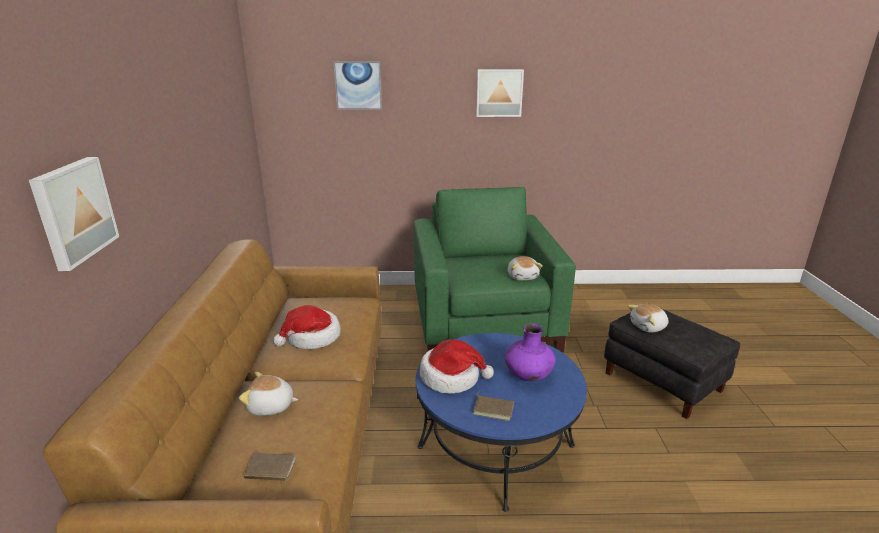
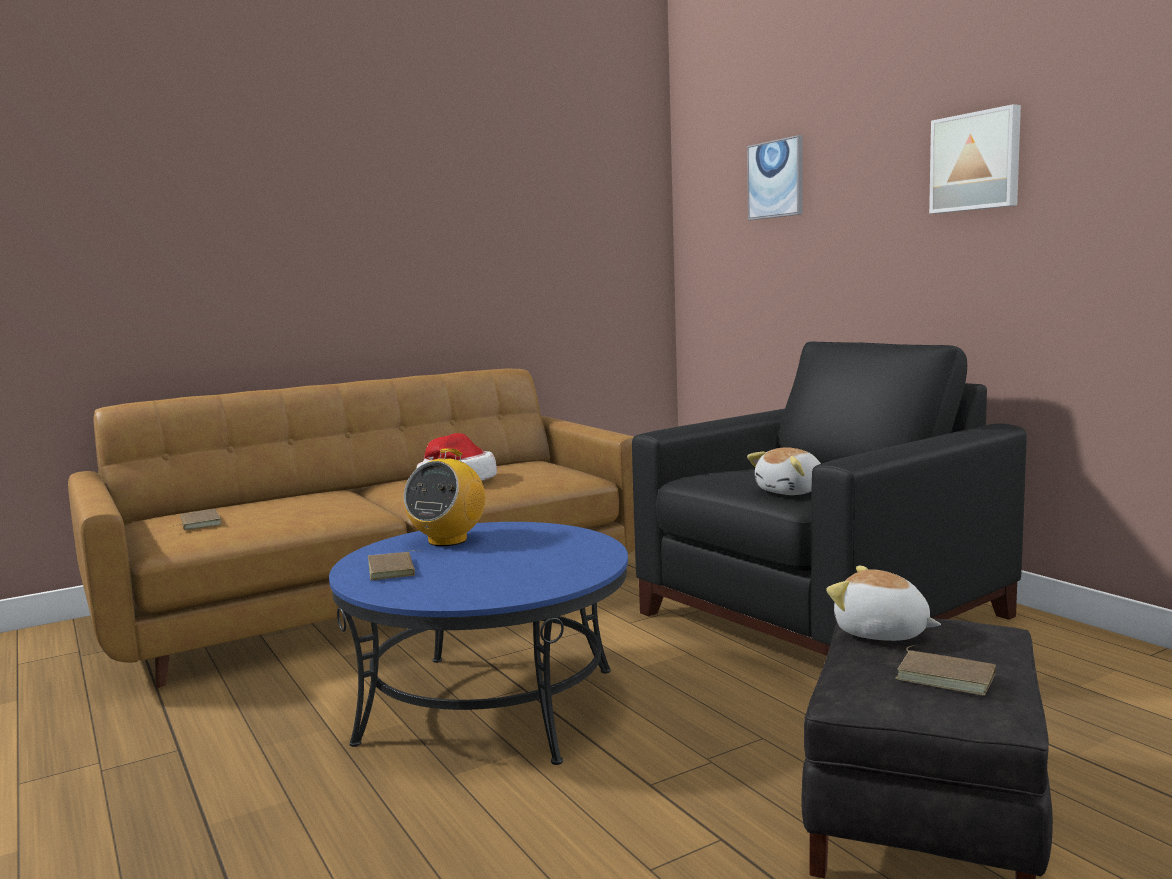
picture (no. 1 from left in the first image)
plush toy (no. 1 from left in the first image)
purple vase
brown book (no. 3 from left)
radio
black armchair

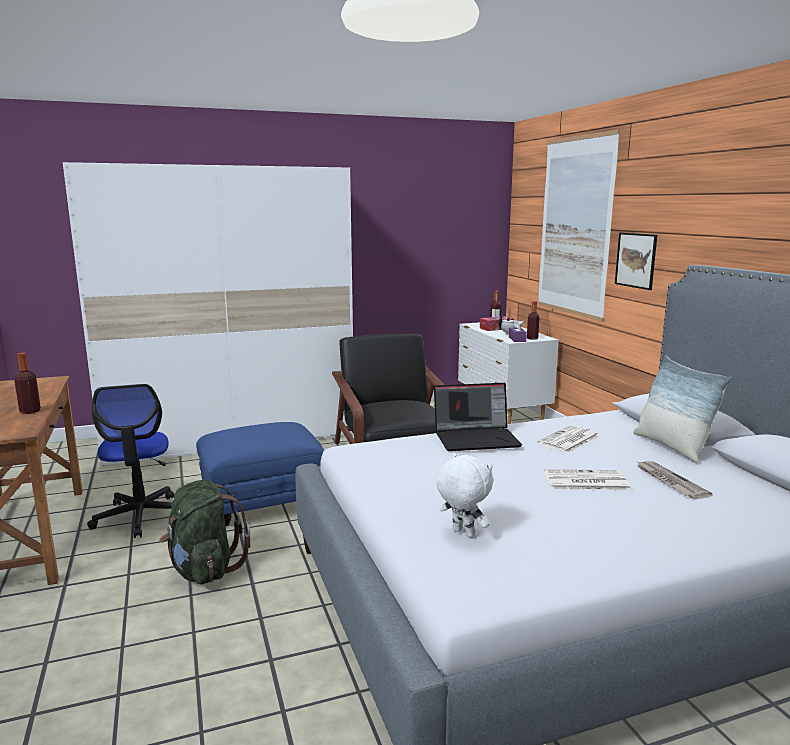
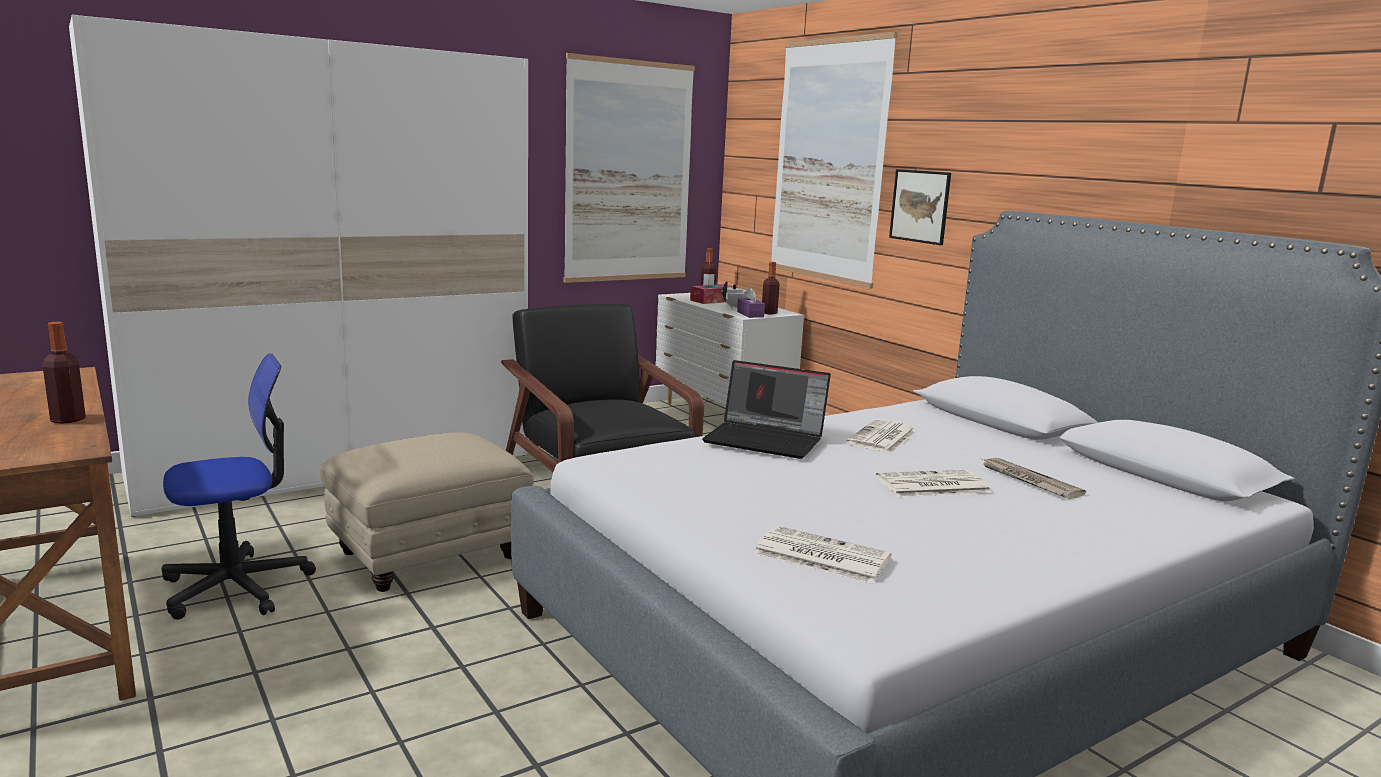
green backpack
pillow
picture (no. 1 from left)
newspaper (no. 1 from left)
beige ottoman
office chair
laptop

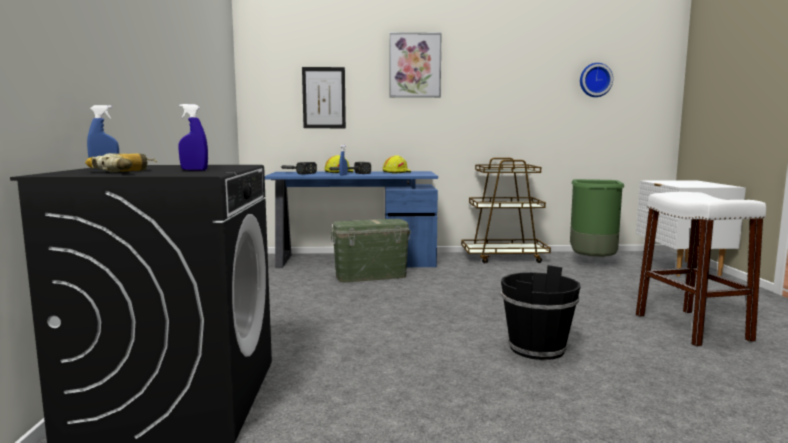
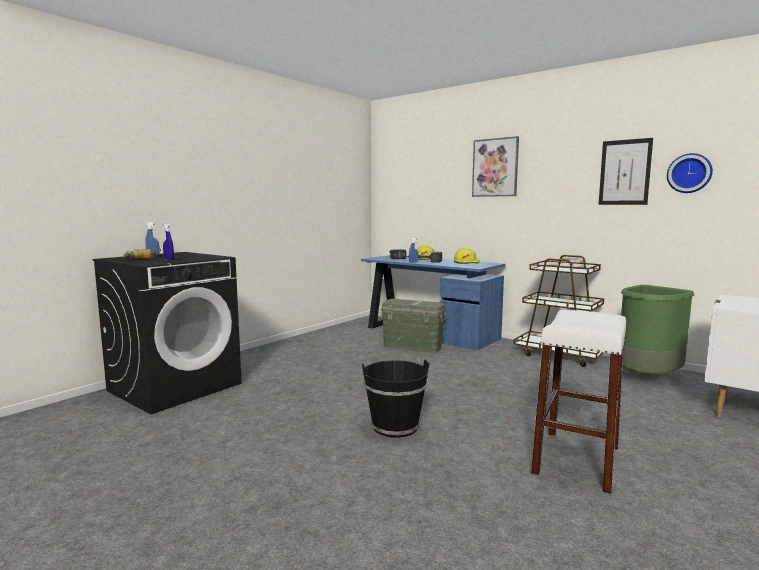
picture (no. 2 from left)

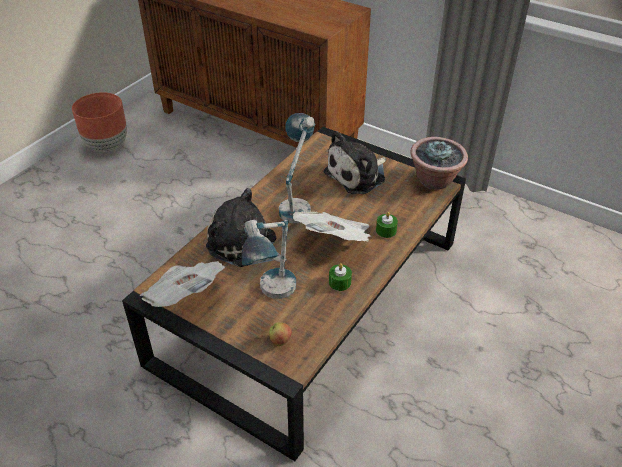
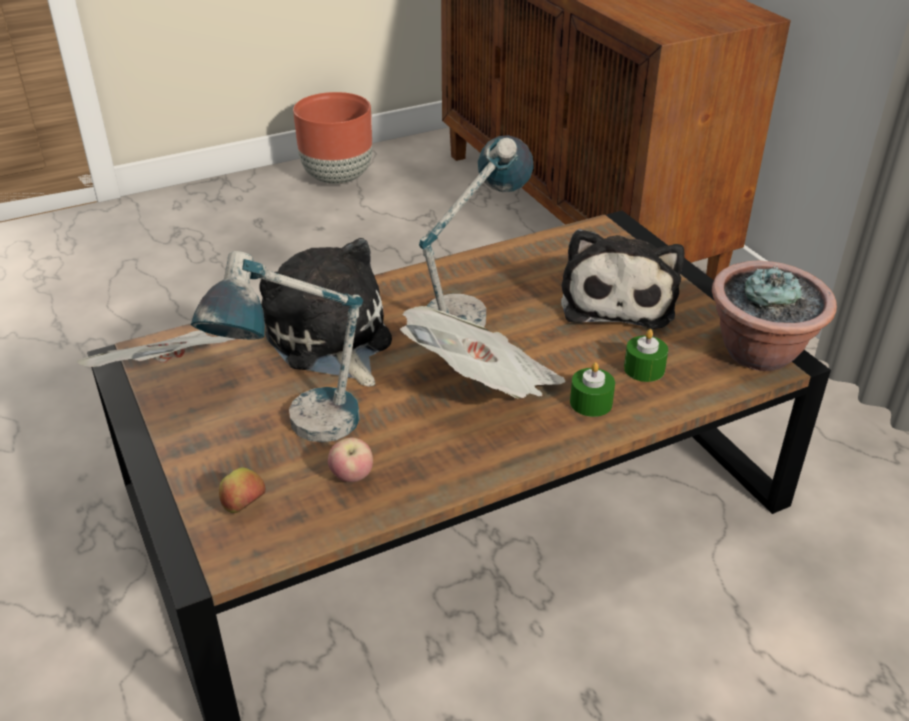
apple (no. 2 from left)
green candle (no. 2 from left)
plush toy (no. 2 from left)

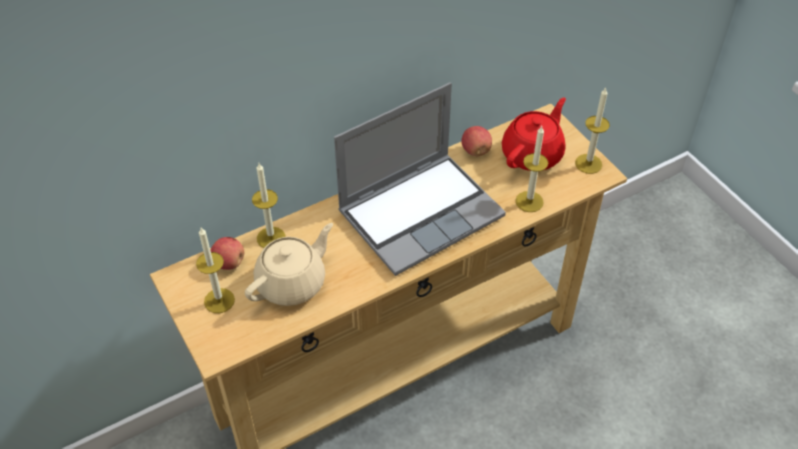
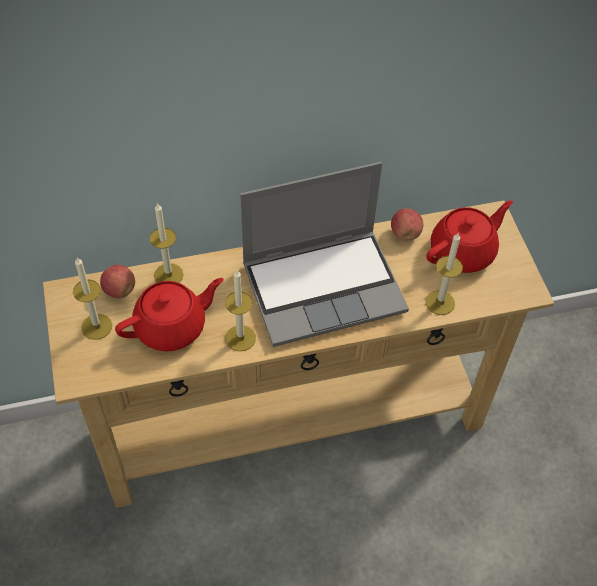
candle (no. 3 from left)
red teapot (no. 1 from left)

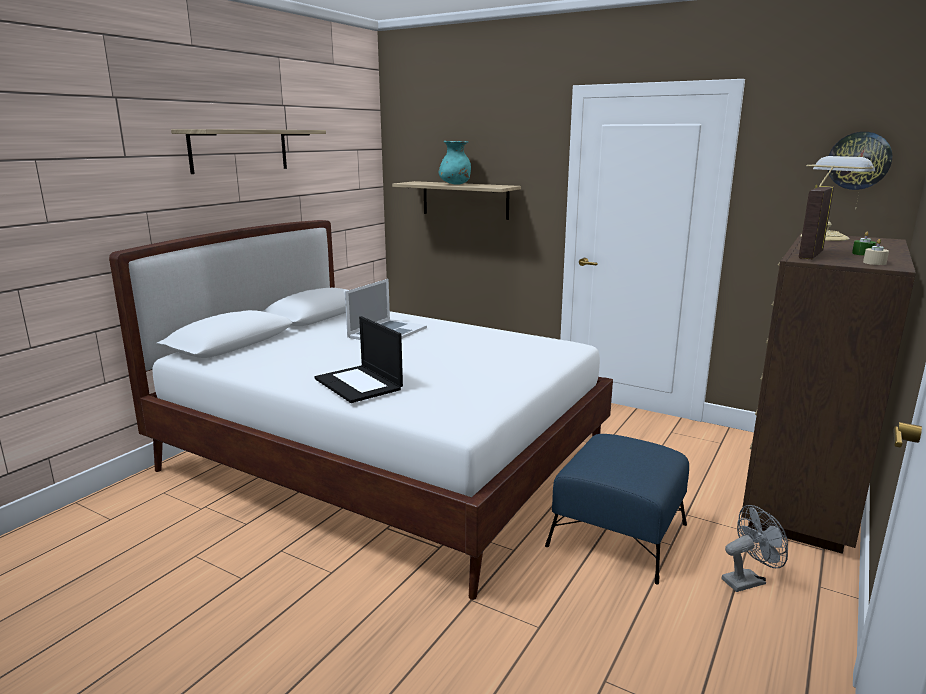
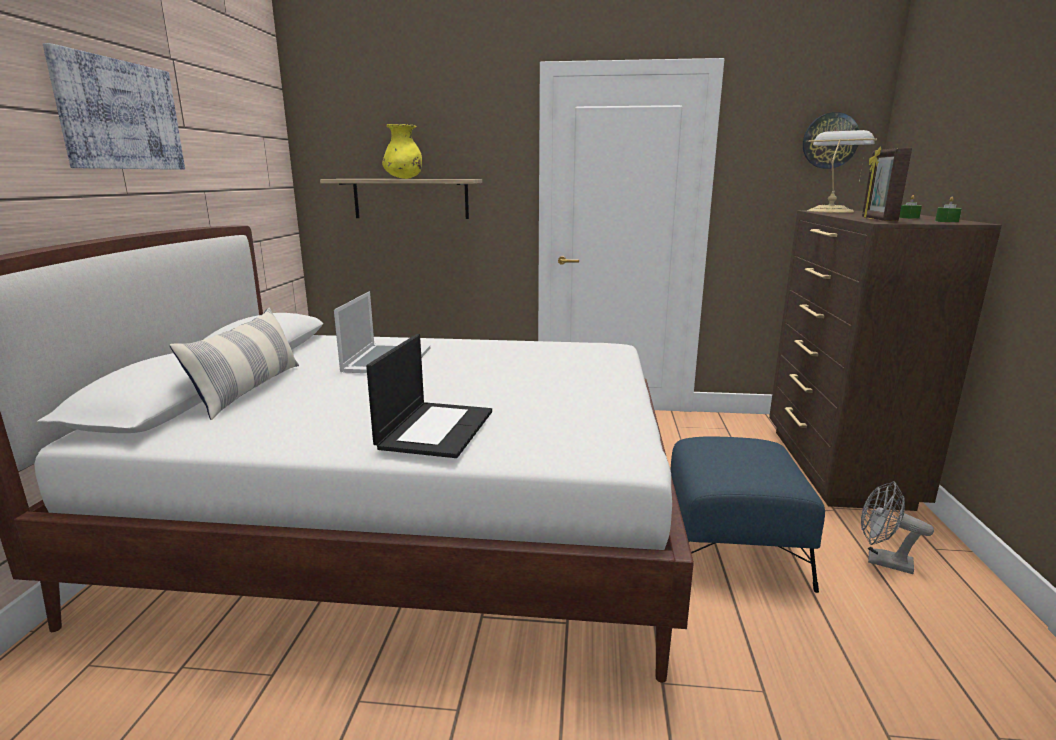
pillow
picture
yellow vase
green candle (no. 2 from left)
laptop (no. 2 from left)
grey fan

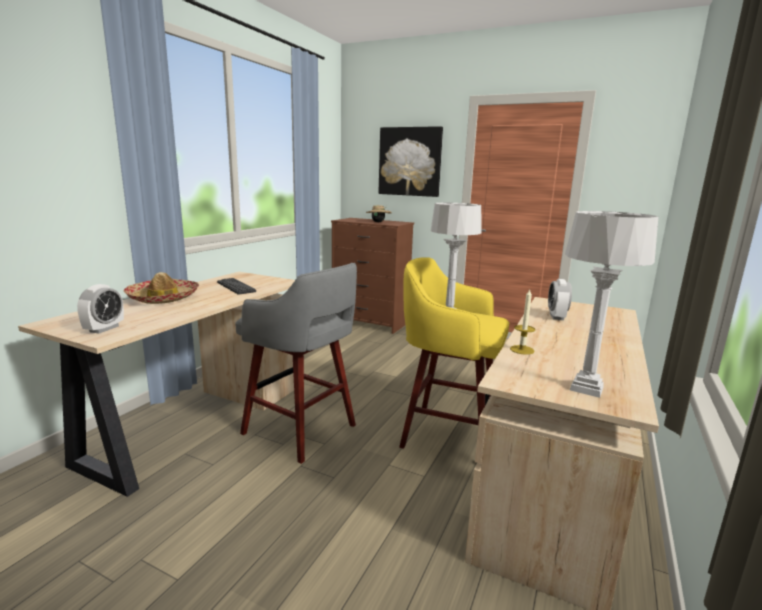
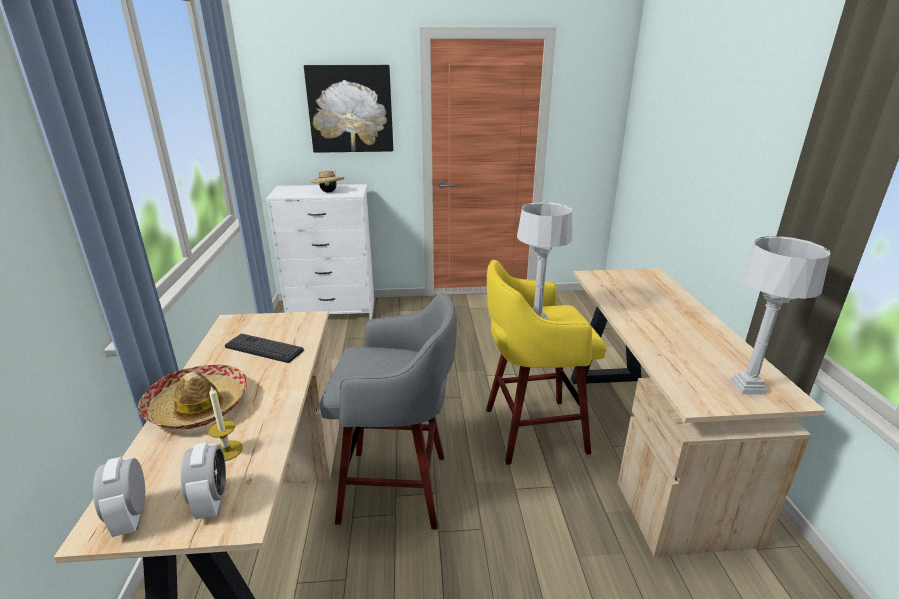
candle
alarm clock (no. 1 from left)
white dresser

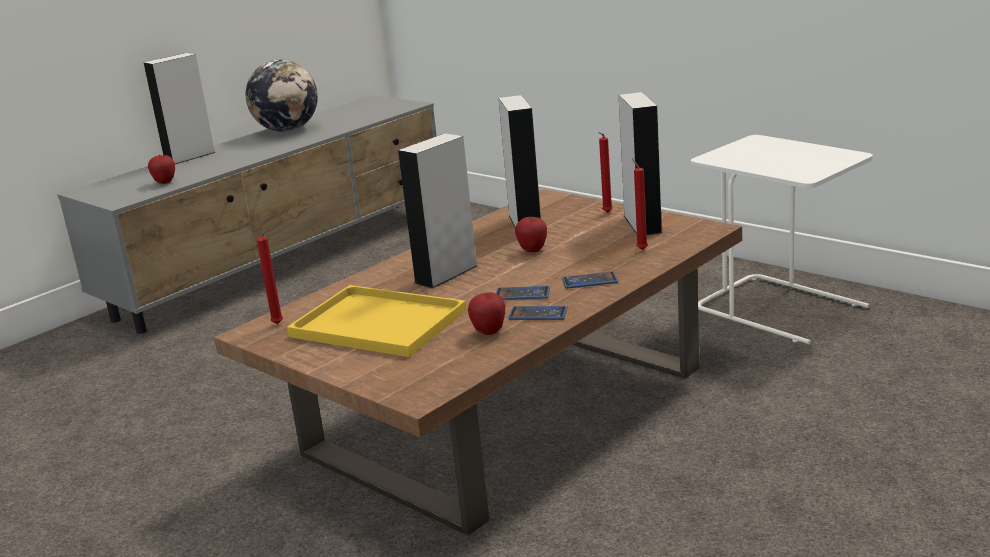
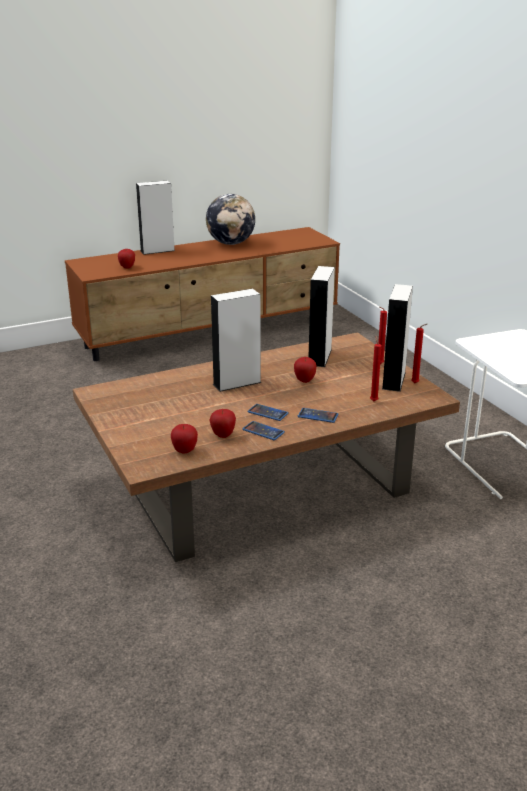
yellow tray
apple (no. 2 from left)
red candle (no. 3 from left)
brown tv stand

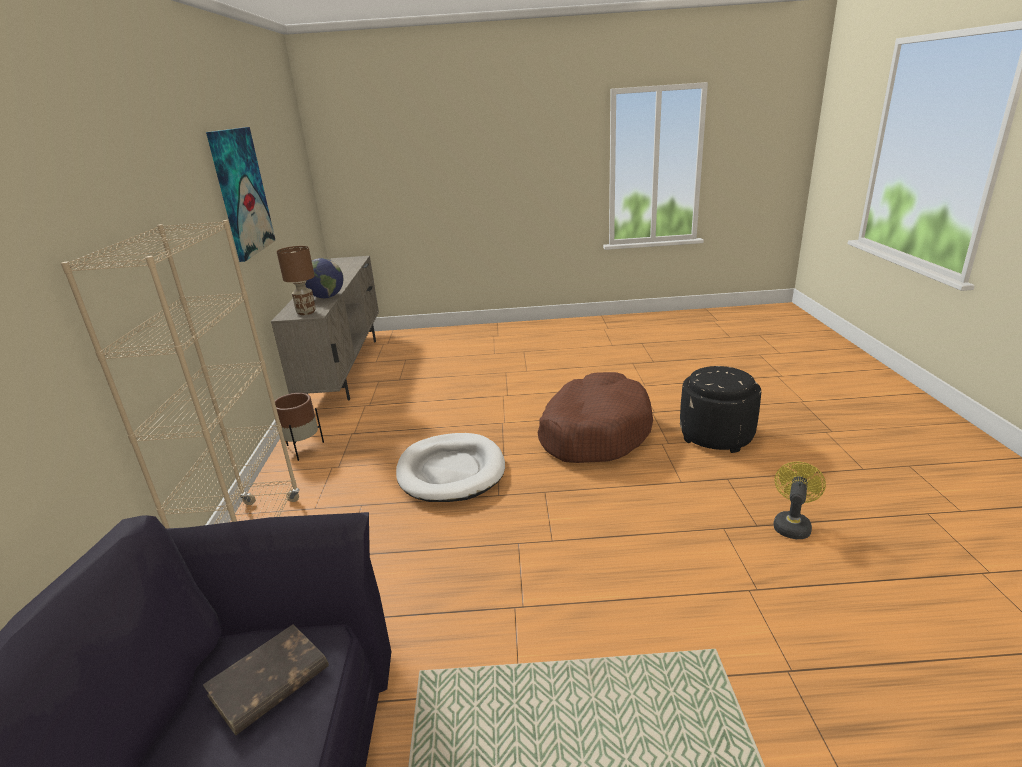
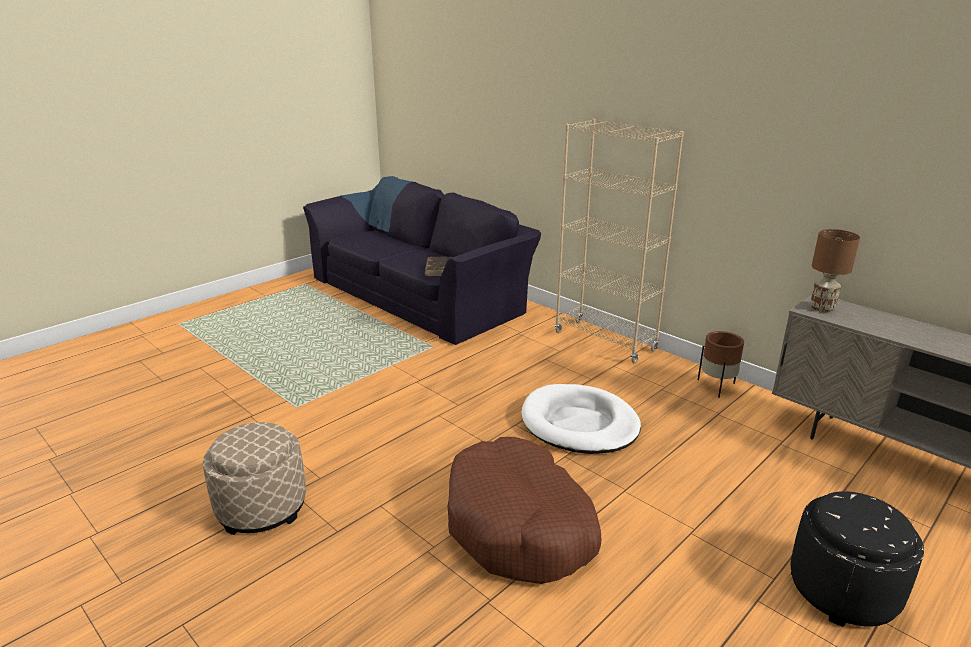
picture
globe
black ottoman
beige ottoman

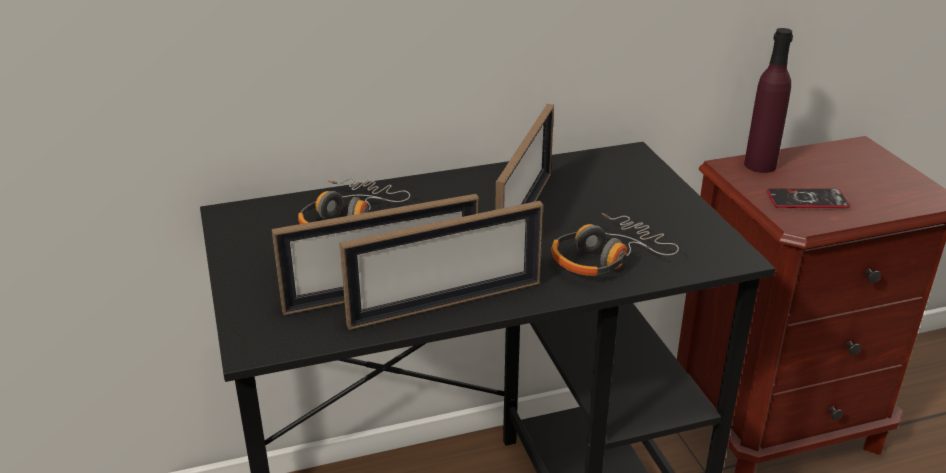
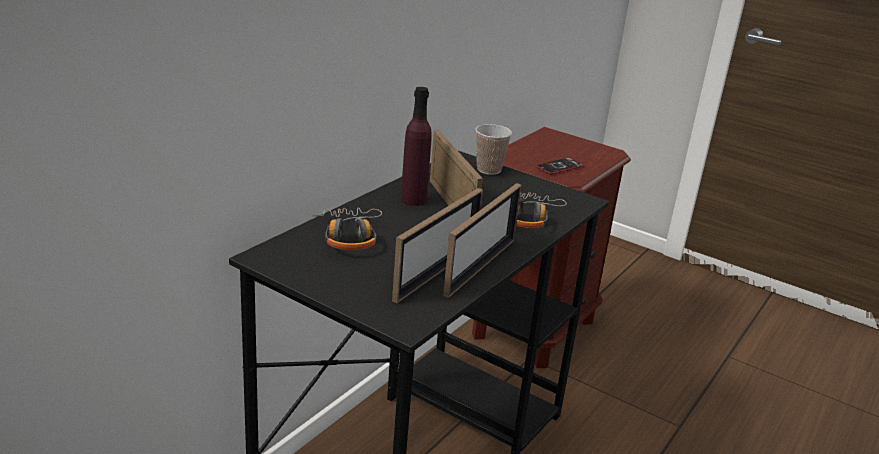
cup
purple bottle

